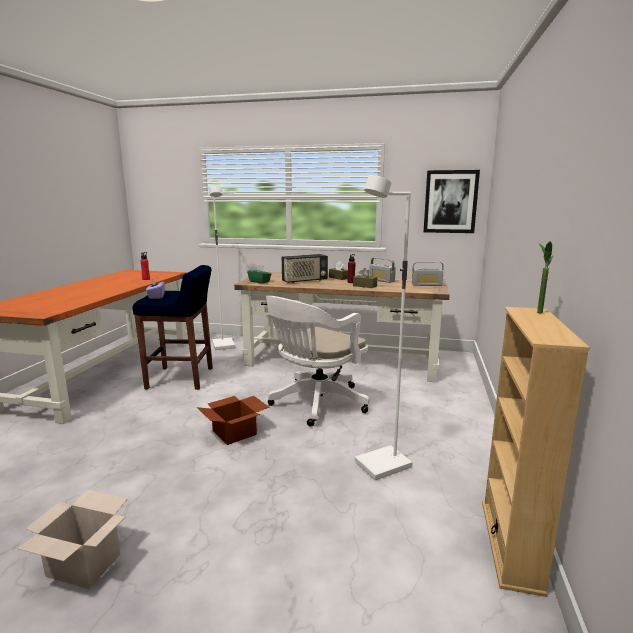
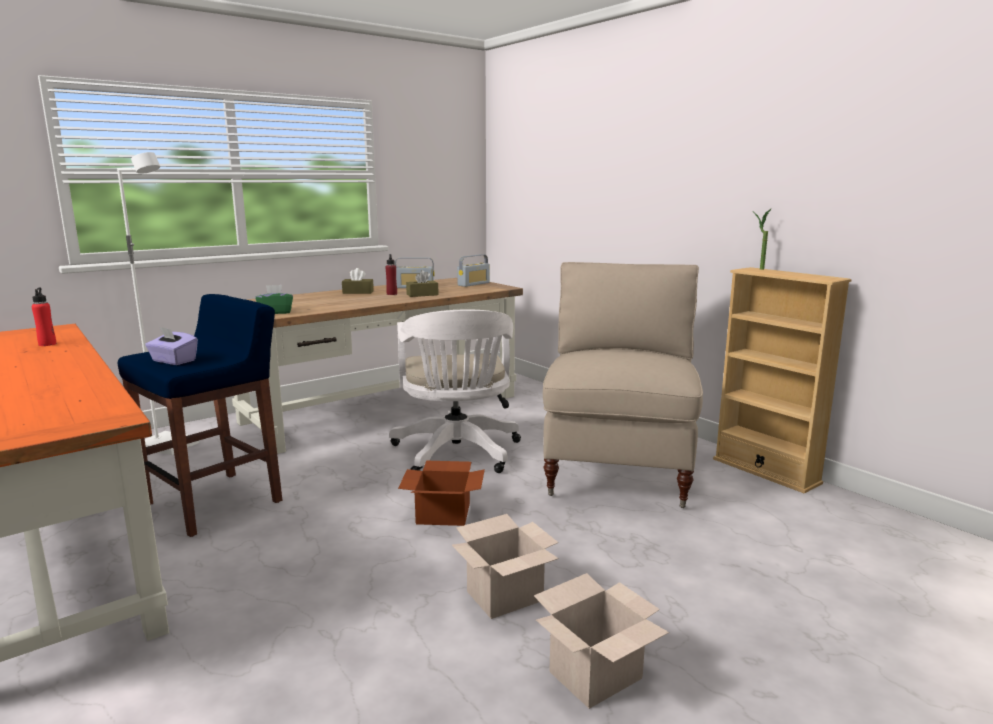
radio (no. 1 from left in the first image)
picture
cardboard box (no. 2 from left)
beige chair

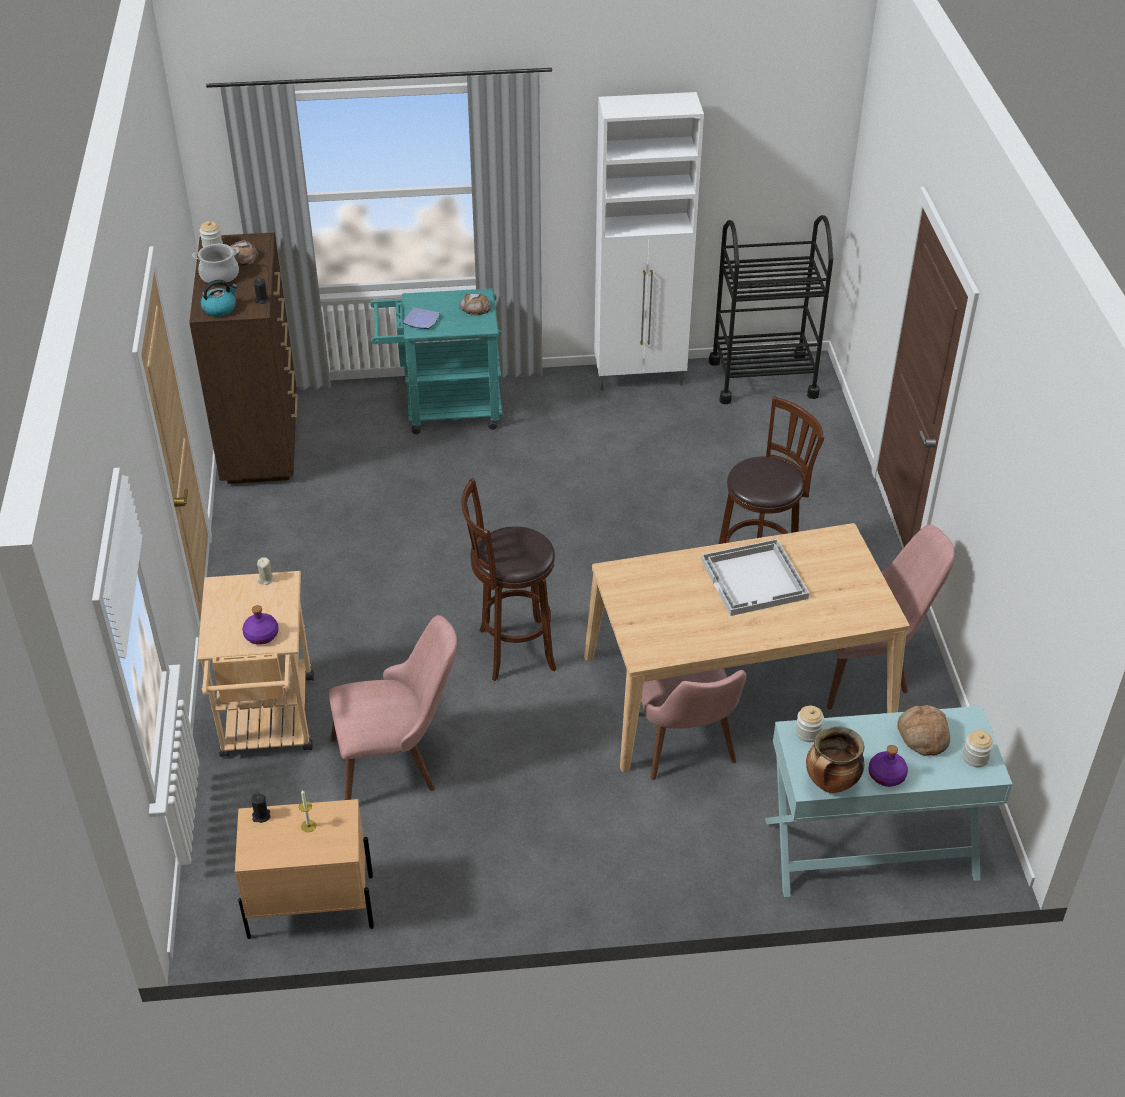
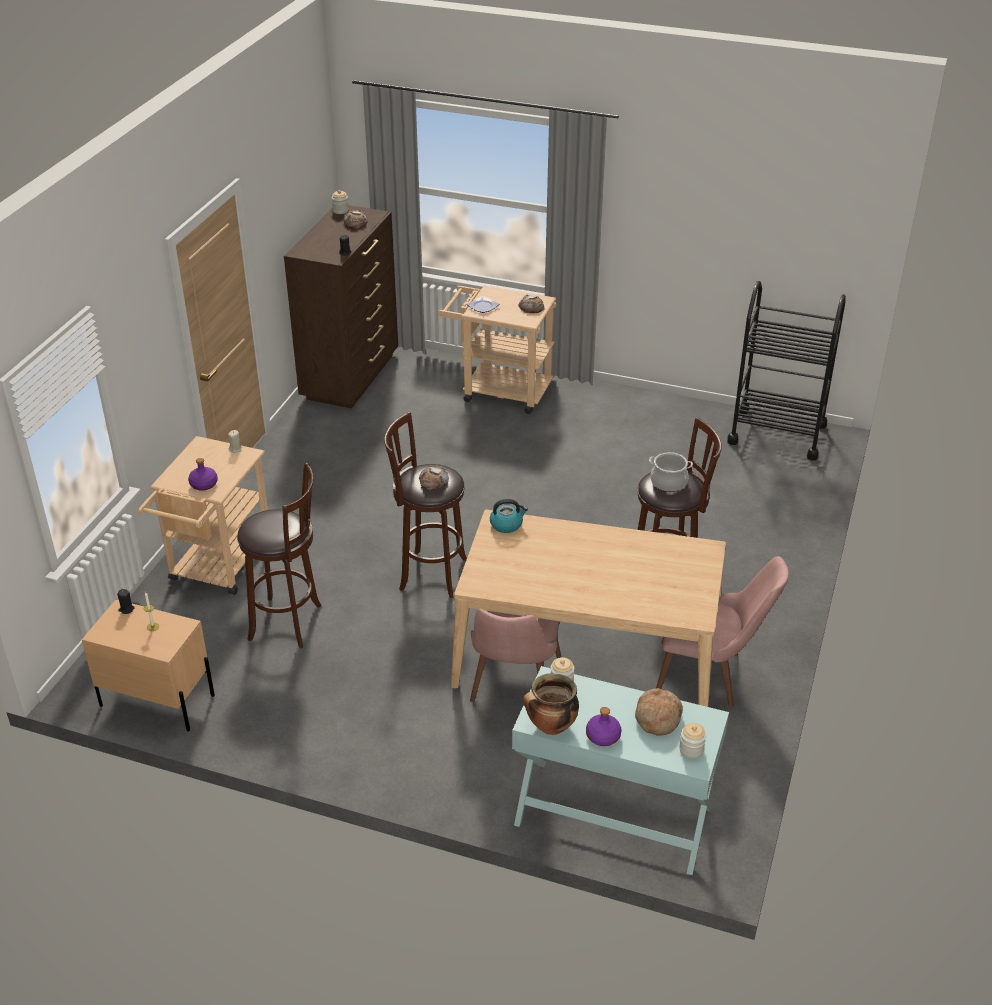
white cabinet
white tray
bread (no. 2 from left)
cooking pot (no. 2 from left)
kettle
brown stool (no. 1 from left)
beige cart (no. 2 from left)

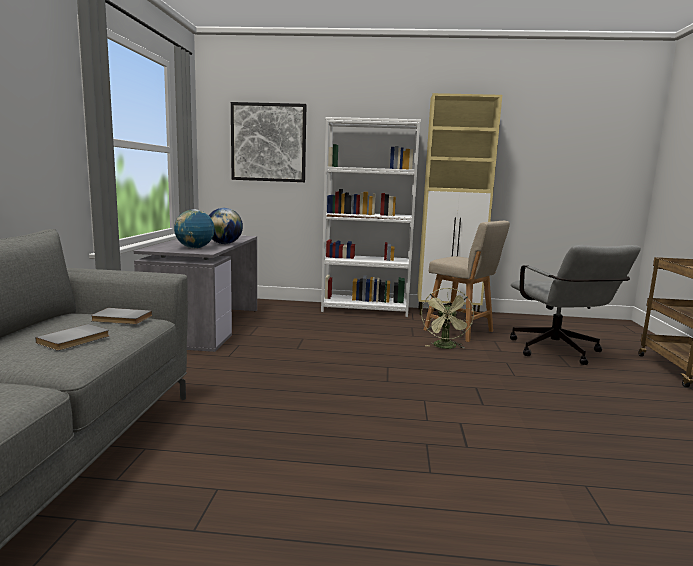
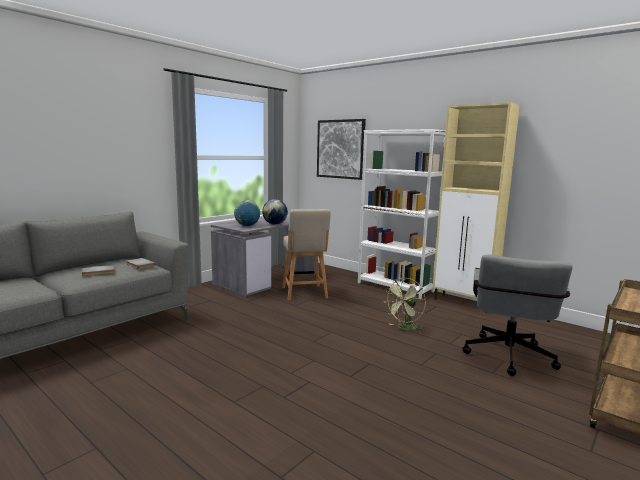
beige chair

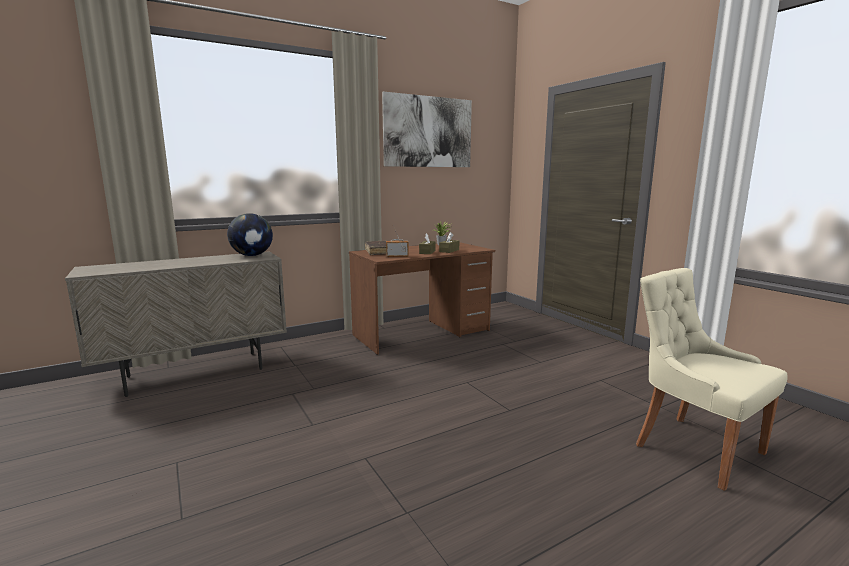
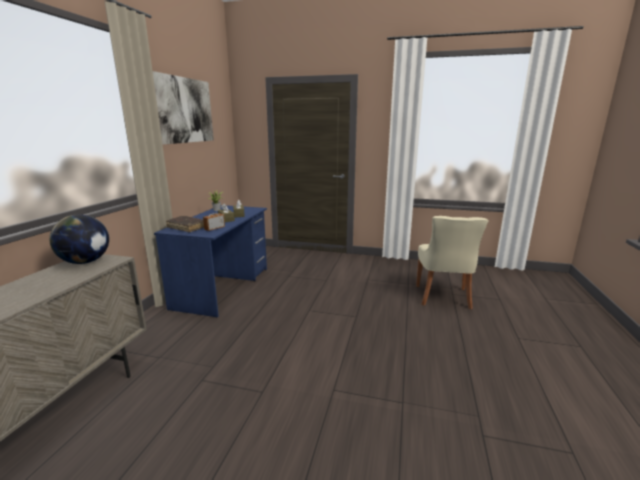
blue desk
beige chair

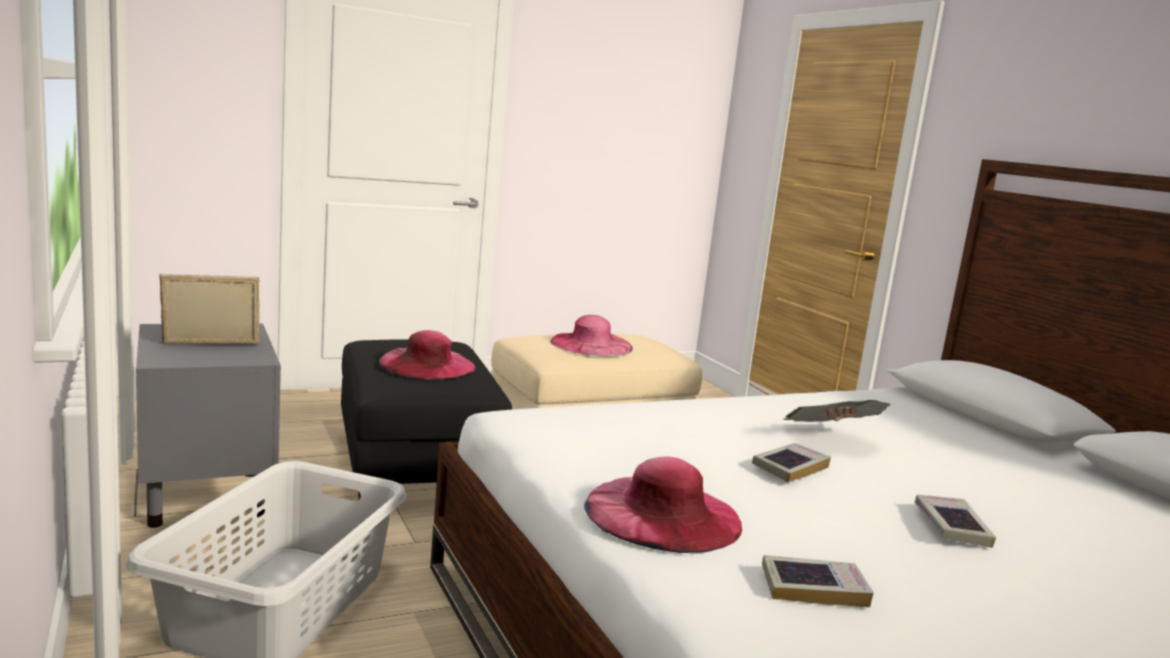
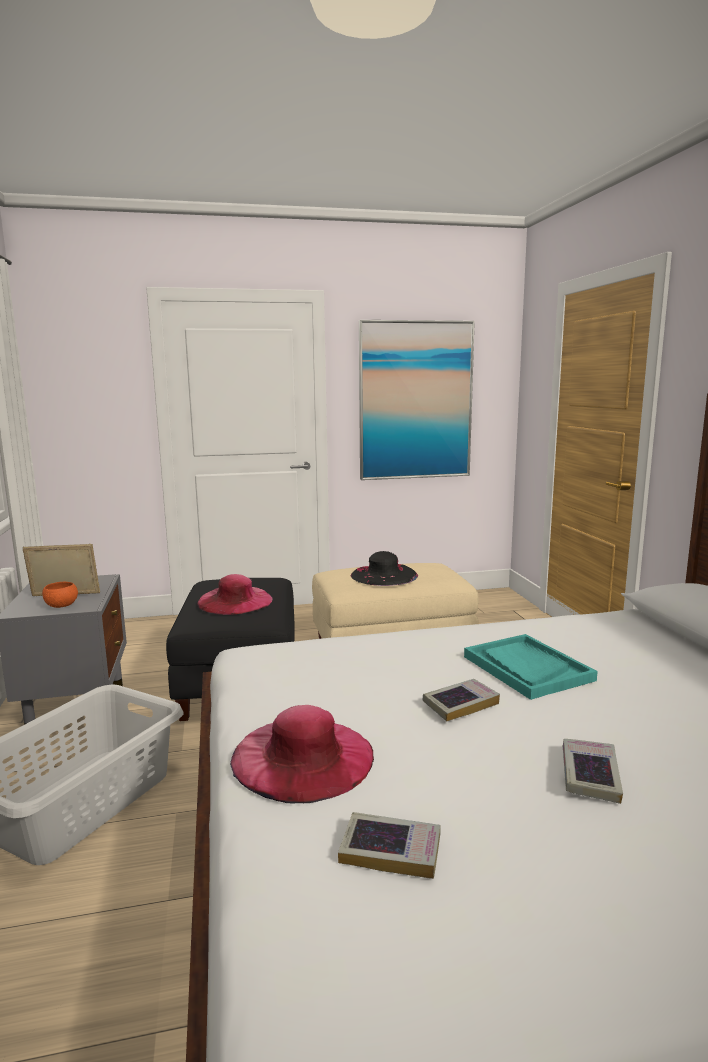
orange bowl
picture
turquoise tray
black hat

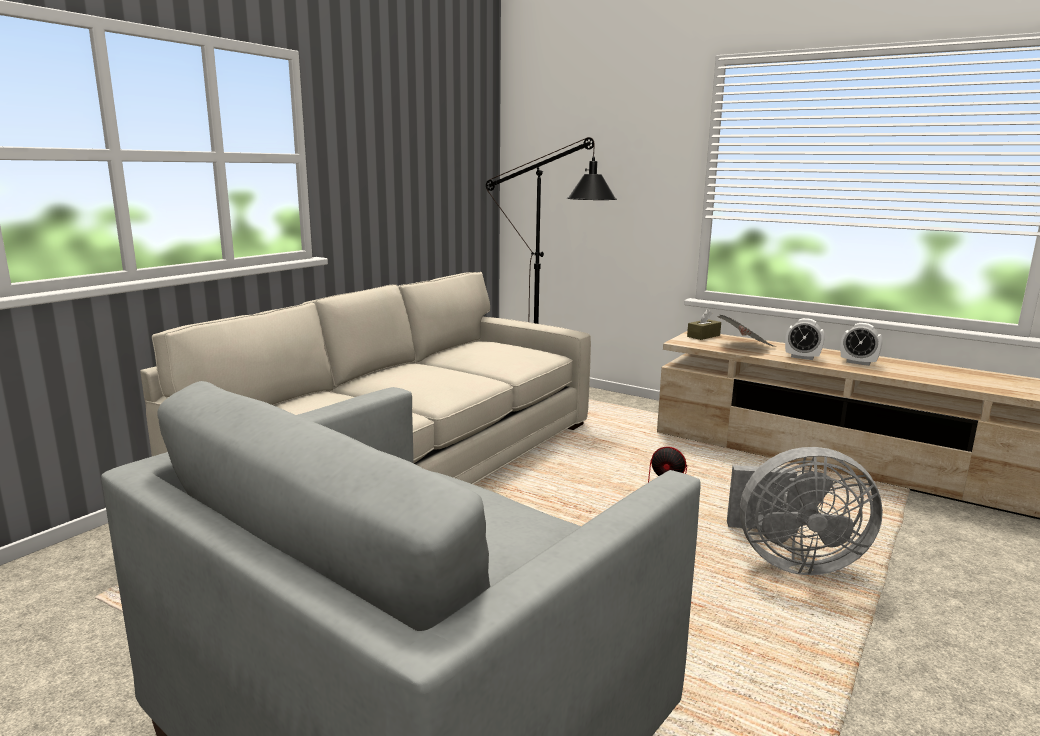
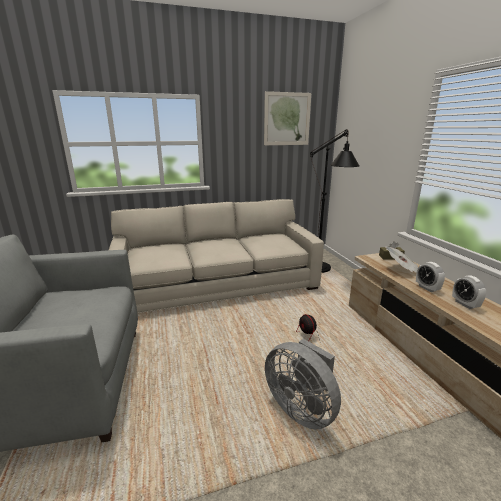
picture

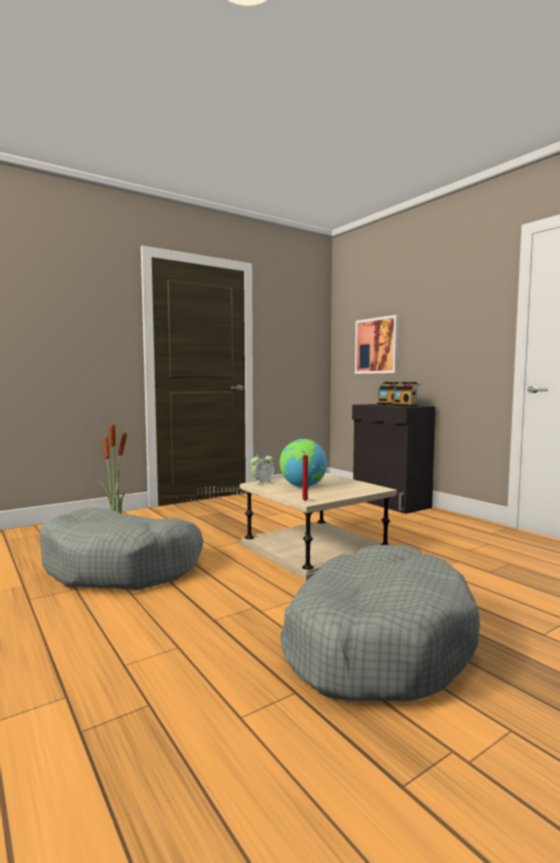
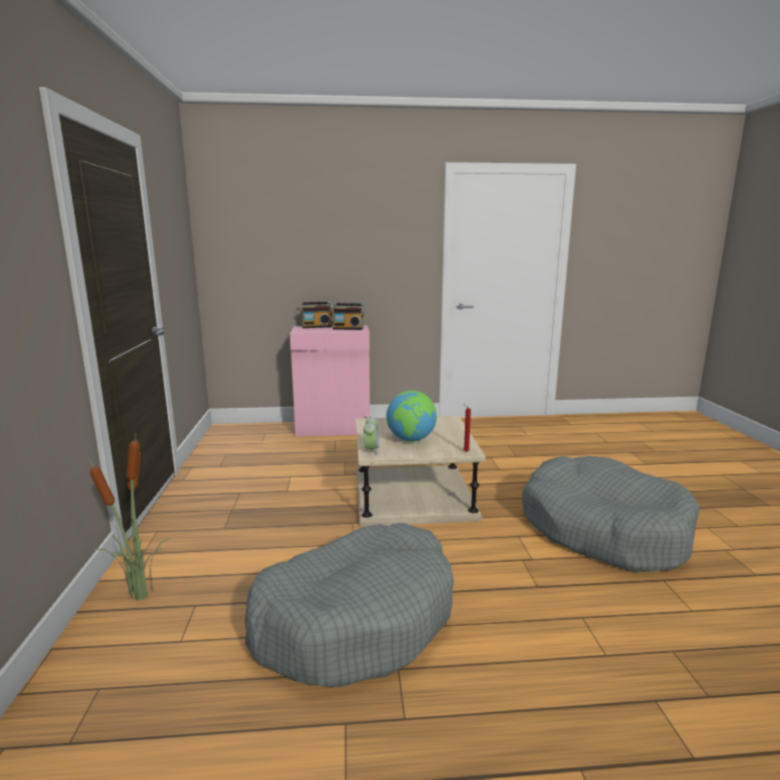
picture
pink cabinet

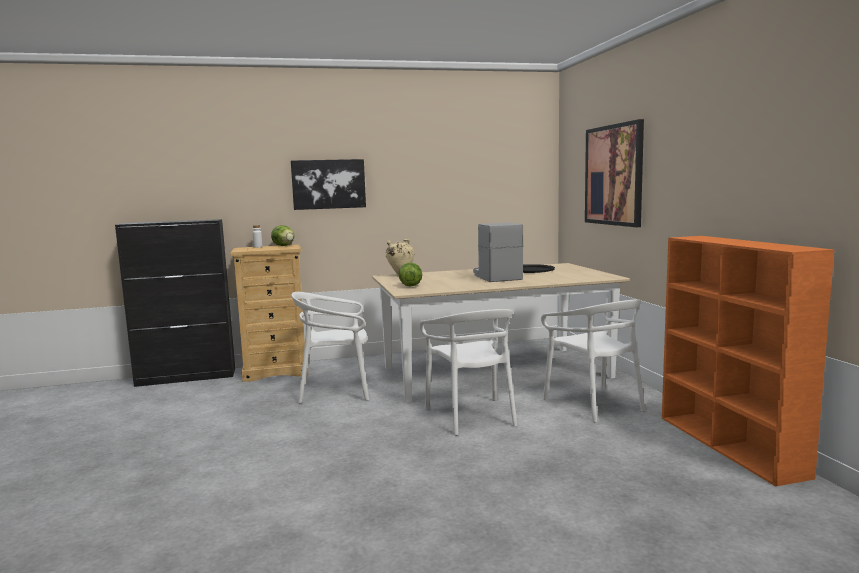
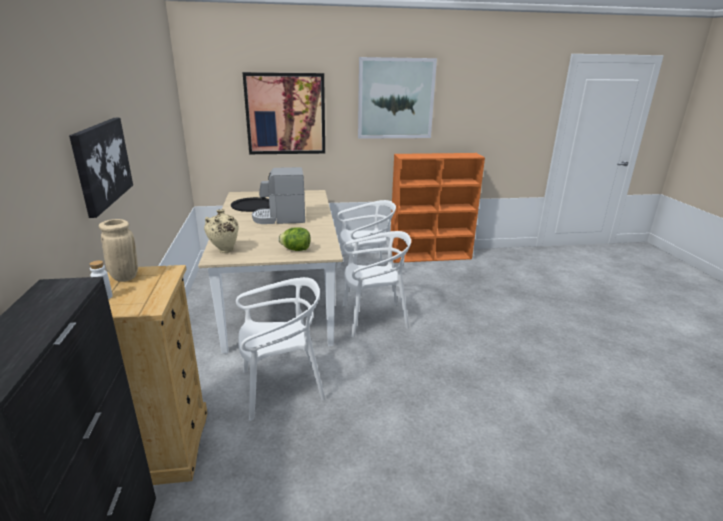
picture (no. 3 from left)
beige vase (no. 1 from left)
white chair (no. 1 from left)

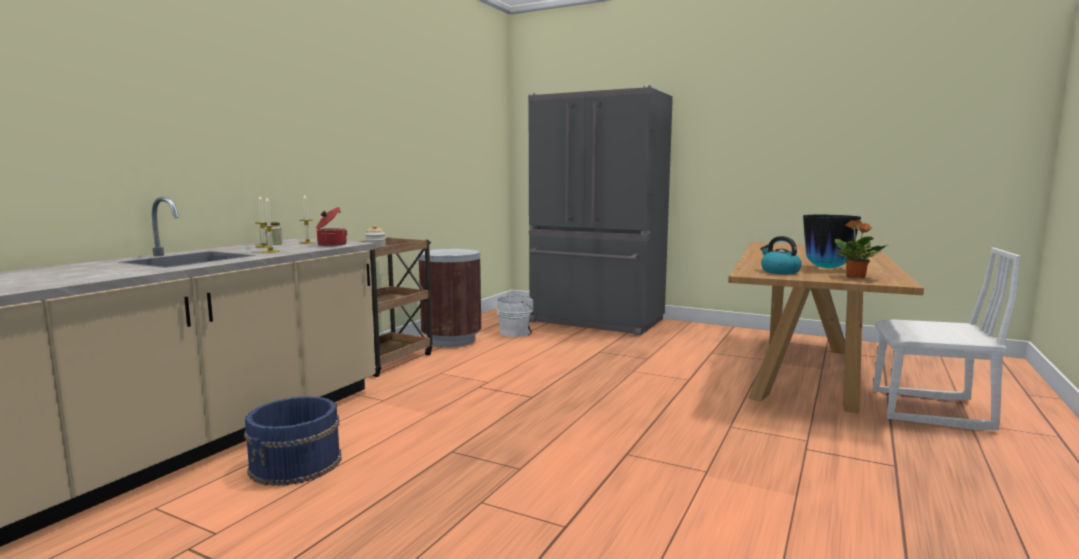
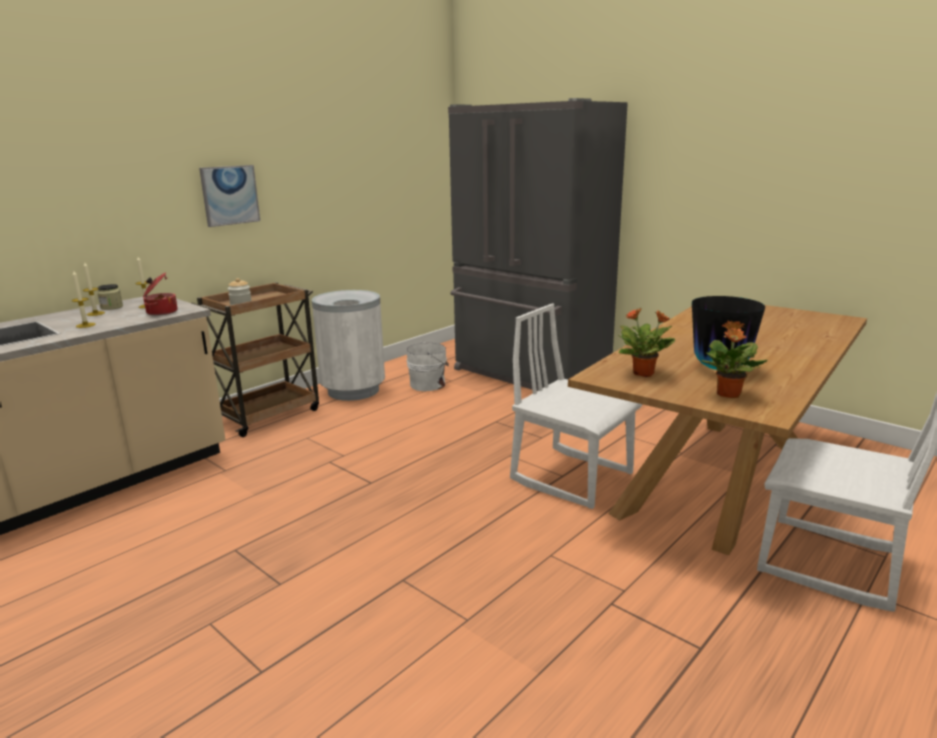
blue bucket
picture
white chair (no. 1 from left)
potted plant (no. 1 from left)
white trash can

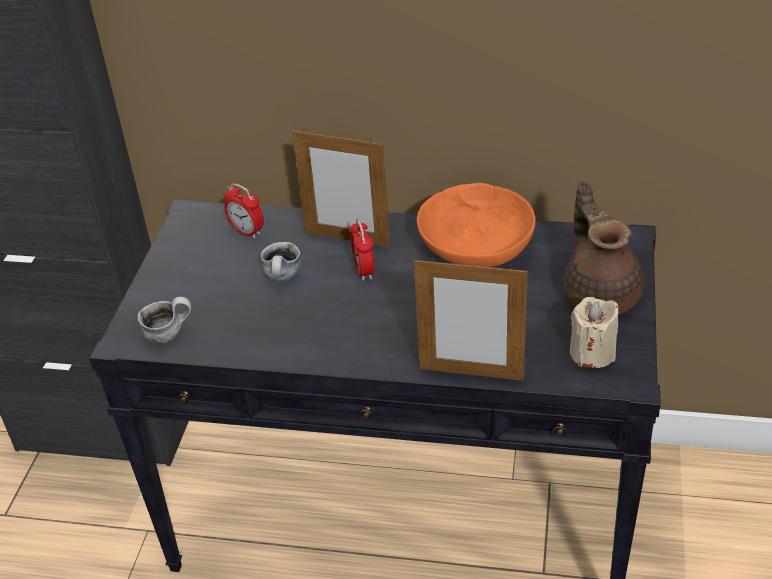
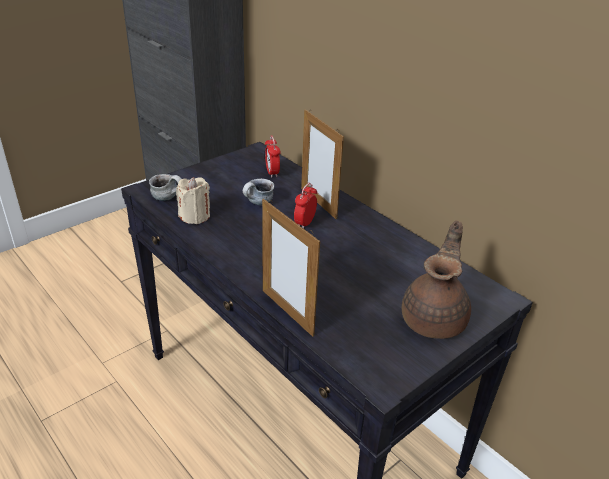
orange bowl
beige candle

